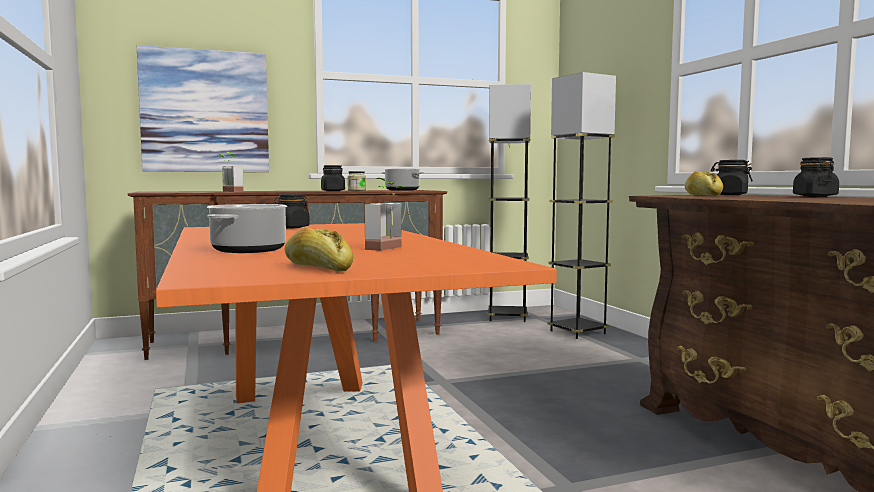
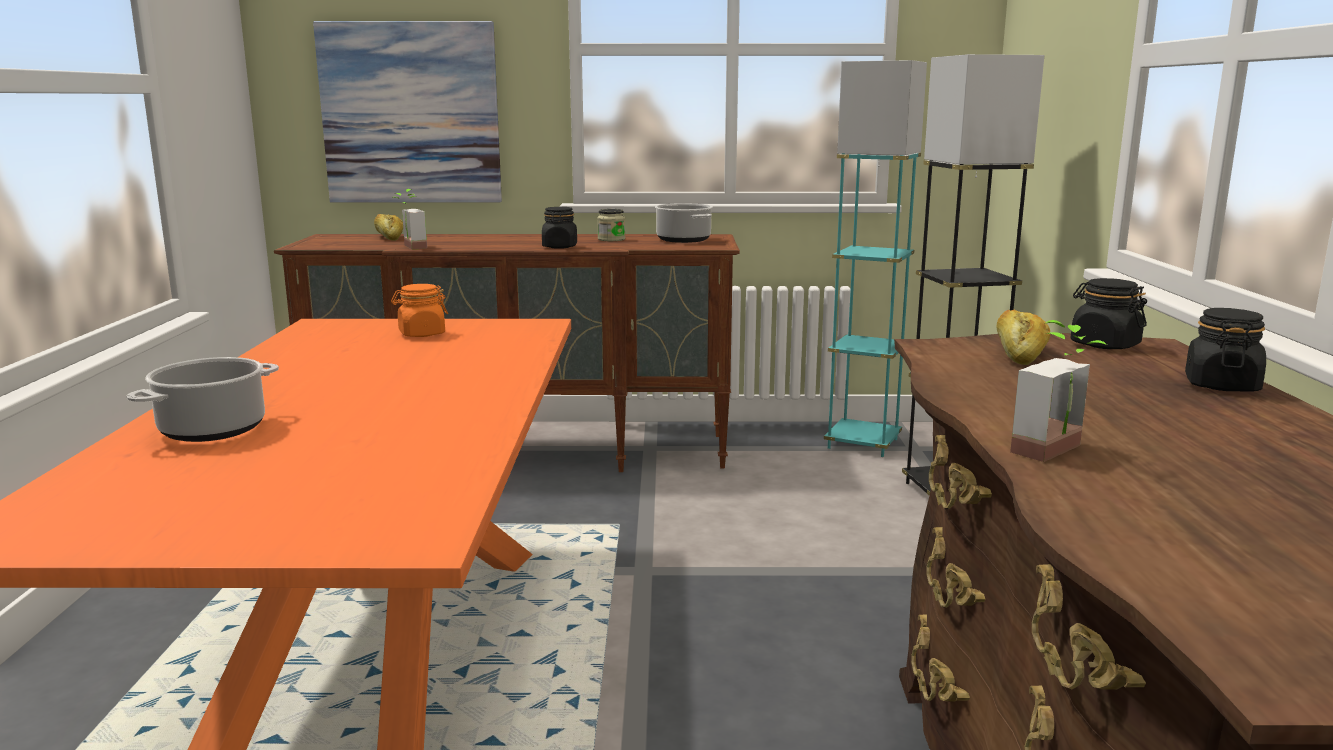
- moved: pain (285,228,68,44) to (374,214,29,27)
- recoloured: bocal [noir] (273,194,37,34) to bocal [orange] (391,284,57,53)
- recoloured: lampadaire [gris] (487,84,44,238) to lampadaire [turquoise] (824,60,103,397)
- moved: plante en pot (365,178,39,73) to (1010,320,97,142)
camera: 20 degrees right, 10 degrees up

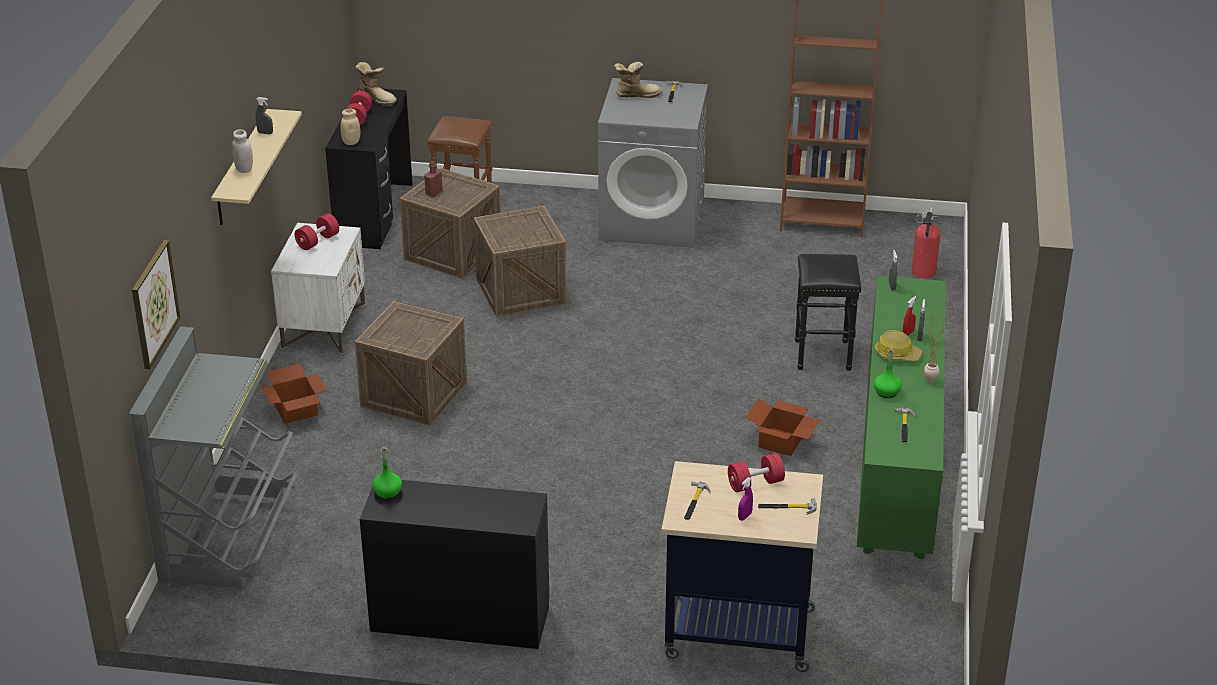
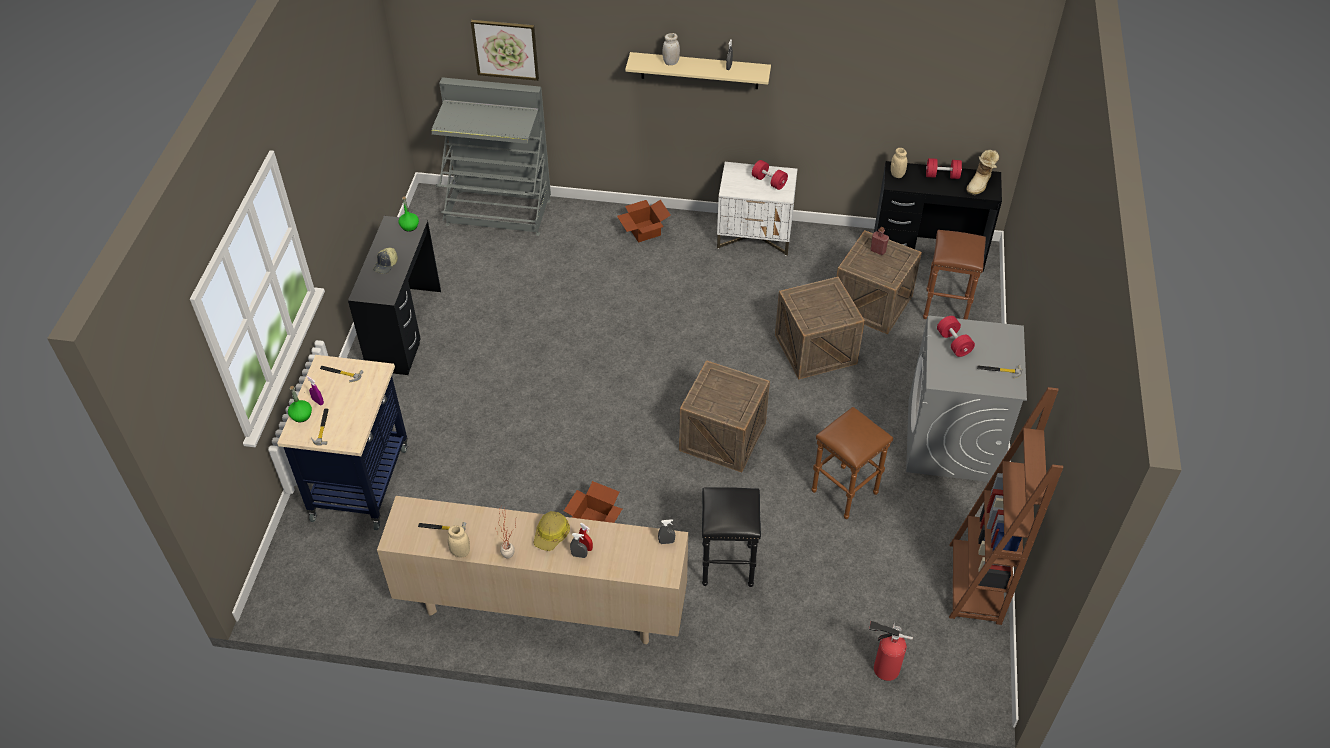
- moved: bouteille [vert] (874,348,28,50) to (288,386,24,36)
- added: casquette (373,248,25,26)
- recoloured: meuble de rangement [vert] (857,276,89,283) to meuble de rangement [beige] (377,496,311,148)
- added: bocal [beige] (448,525,22,33)
- moved: caisse (355,301,112,125) to (679,360,91,112)
- added: tabouret [marron] (812,407,81,112)
- moved: haltère [rouge] (728,453,57,39) to (937,316,38,41)
- removed: botte (614,62,48,36)
camera: 90 degrees right, 15 degrees up

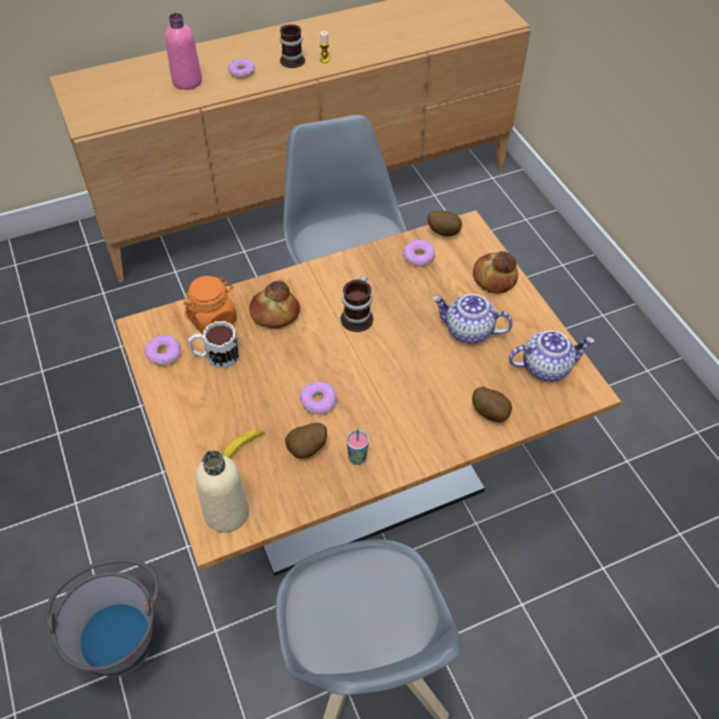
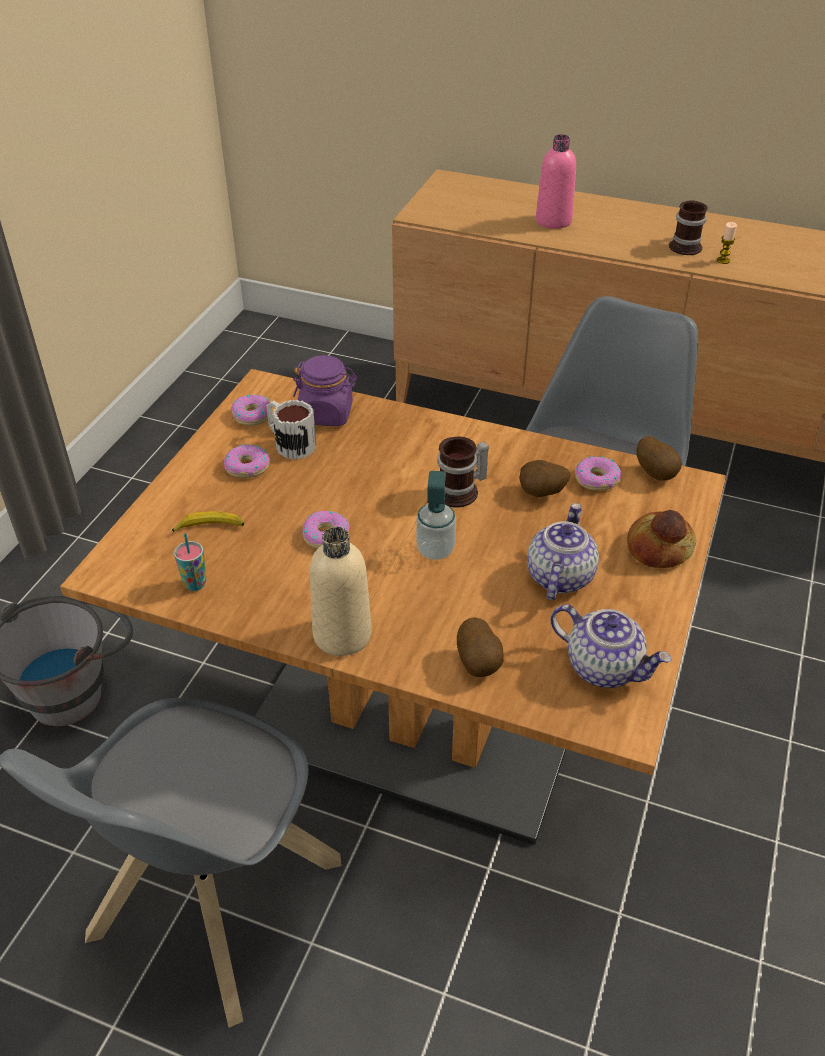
- moved: tasse (346,429,23,36) to (174,533,33,58)
- moved: beignet (228,58,27,21) to (224,444,46,34)
- recoloured: bocal [orange] (184,276,53,59) to bocal [violet] (293,355,64,71)
- moved: bouteille [beige] (195,450,54,83) to (310,527,62,129)
- added: distributeur de savon (416,471,40,89)
- moved: pomme de terre (285,423,42,36) to (519,460,51,37)
- turned: théière (433,294,80,50) = (527,503,72,97) 45 degrees clockwise
- removed: pain (249,281,51,47)
camera: 45 degrees right, 10 degrees down

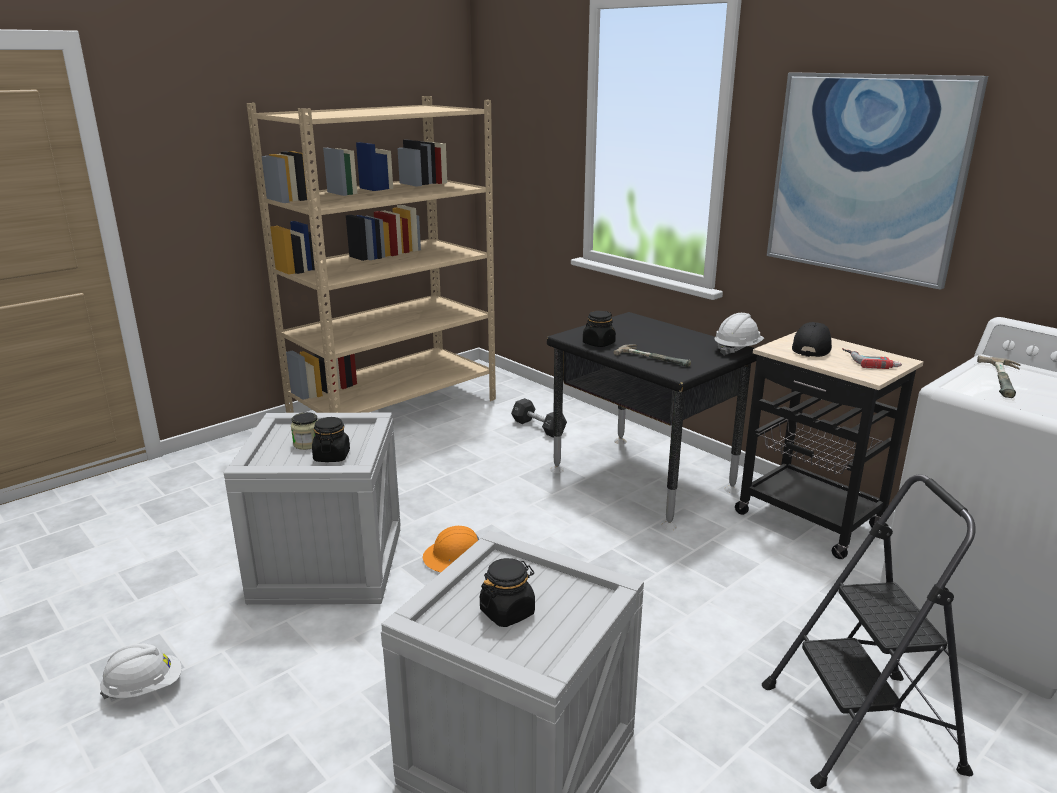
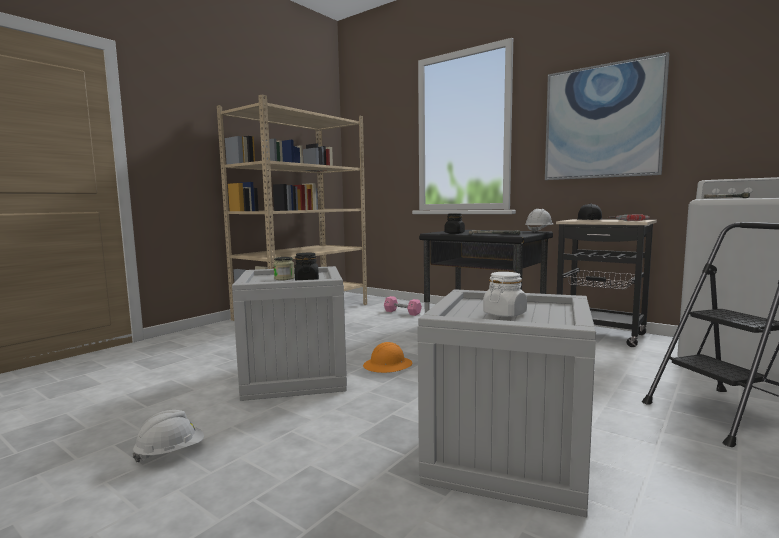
- recoloured: haltère [noir] (511,398,56,40) to haltère [rose] (384,296,38,20)
- recoloured: bocal [noir] (480,558,55,69) to bocal [blanc] (483,272,44,45)
camera: 10 degrees left, 15 degrees down

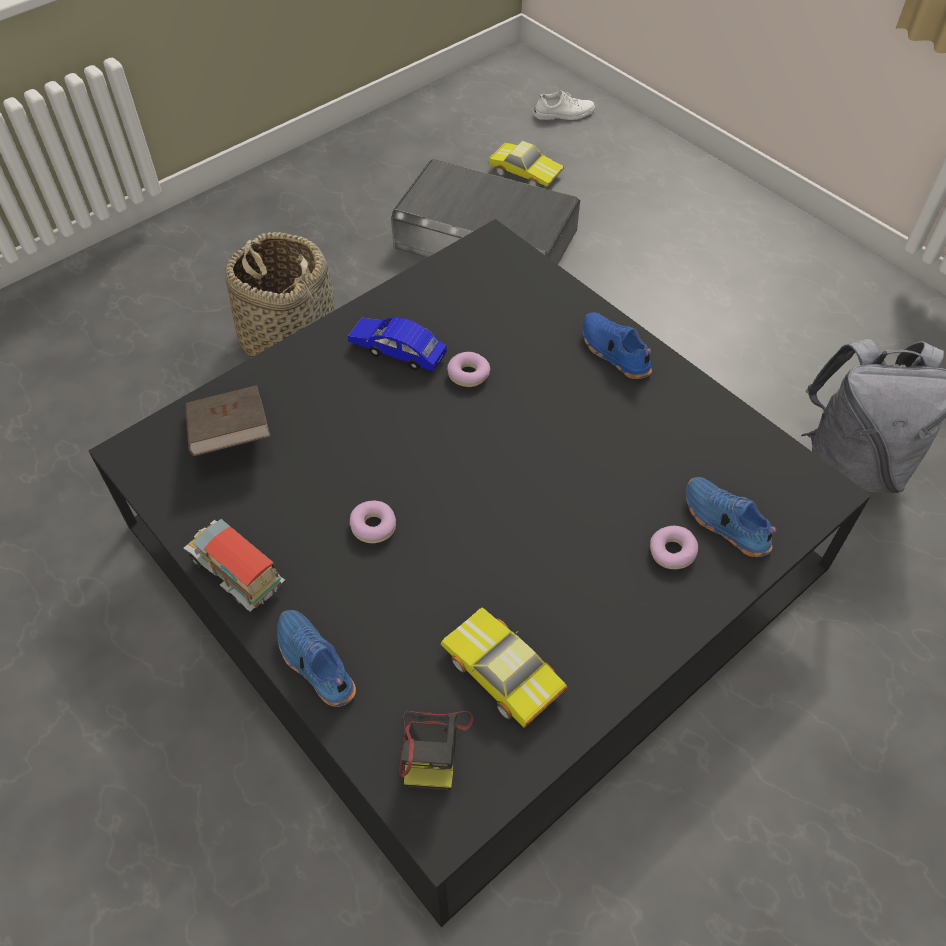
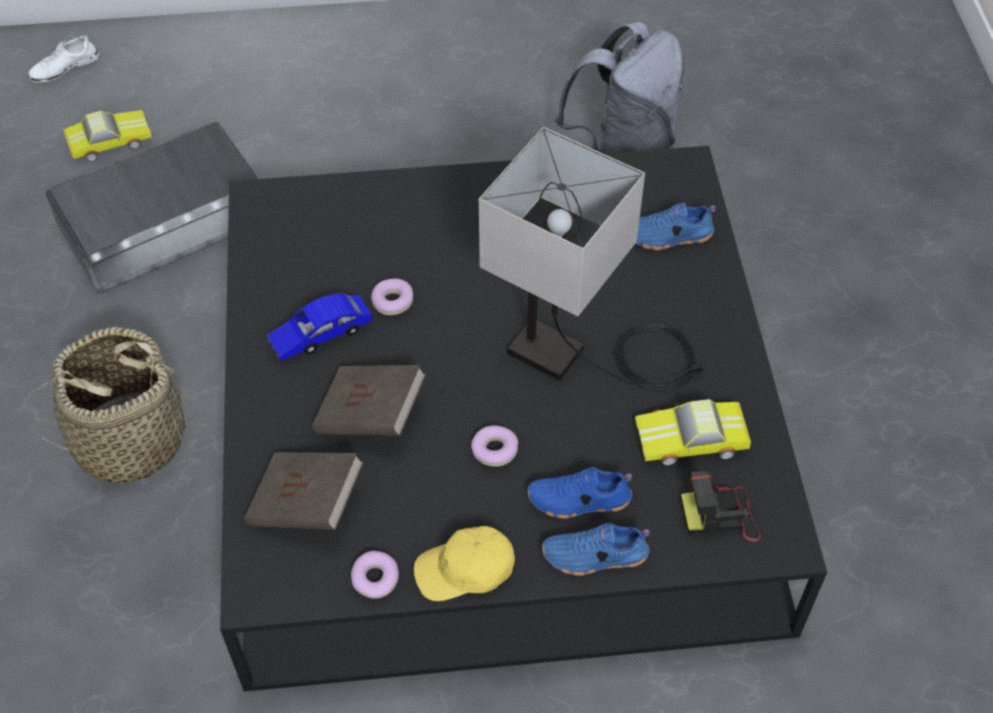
- turned: chaussure [blanc] (534,91,61,29) = (28,35,71,48) 150 degrees counterclockwise
- added: livre [marron] (312,365,114,71)
- moved: beignet (650,526,48,43) to (351,551,48,48)
- replaced: camion jouet (183,519,102,93) to casquette [jaune] (414,526,101,75)
- added: lampe de table (479,127,224,264)
- moved: chaussure [bleu] (583,312,69,67) to (527,467,105,52)
- turned: appareil photo (399,711,74,79) = (681,471,80,70) 135 degrees clockwise
camera: 55 degrees left, 0 degrees up

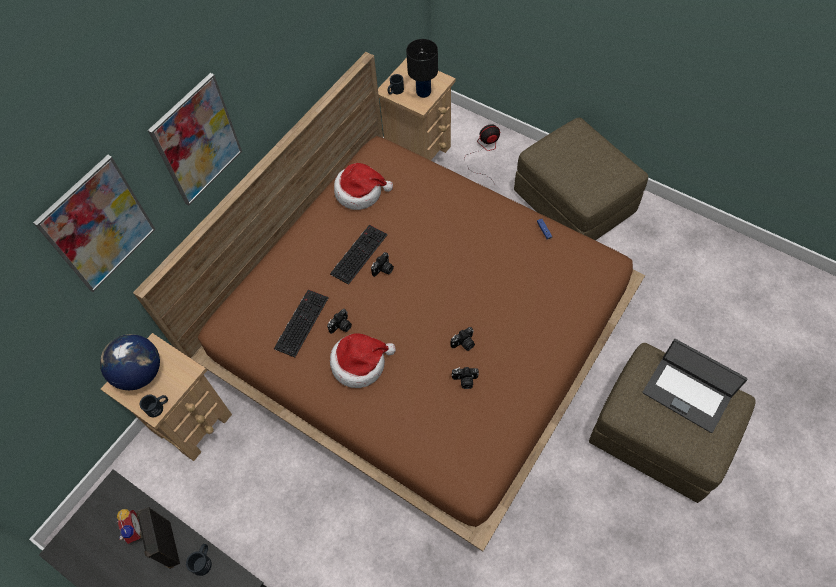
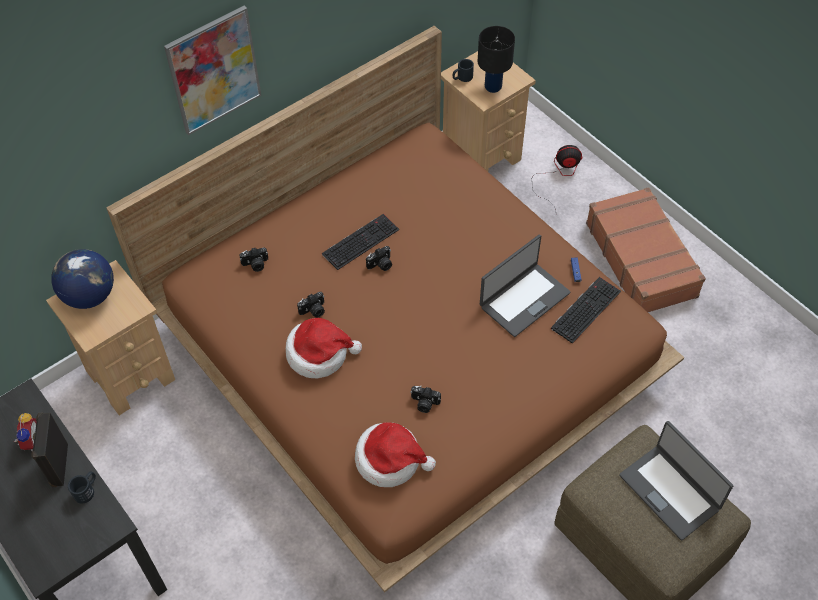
- moved: appareil photo (451,327,24,24) to (239,248,29,24)
- moved: chapeau (334,163,59,47) to (355,422,81,65)
- added: ordinateur portable (480,235,90,102)
- moved: clavier (274,289,55,68) to (551,277,70,67)
- replaced: pouf [marron] (514,118,134,122) to valise [marron] (586,187,120,125)
- removed: tableau (33,155,123,137)
- removed: mug [noir] (140,395,28,22)
camera: 15 degrees right, 5 degrees down

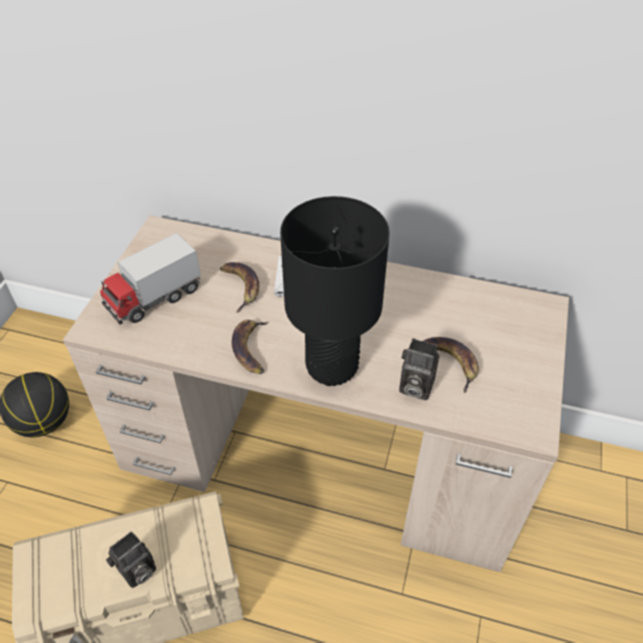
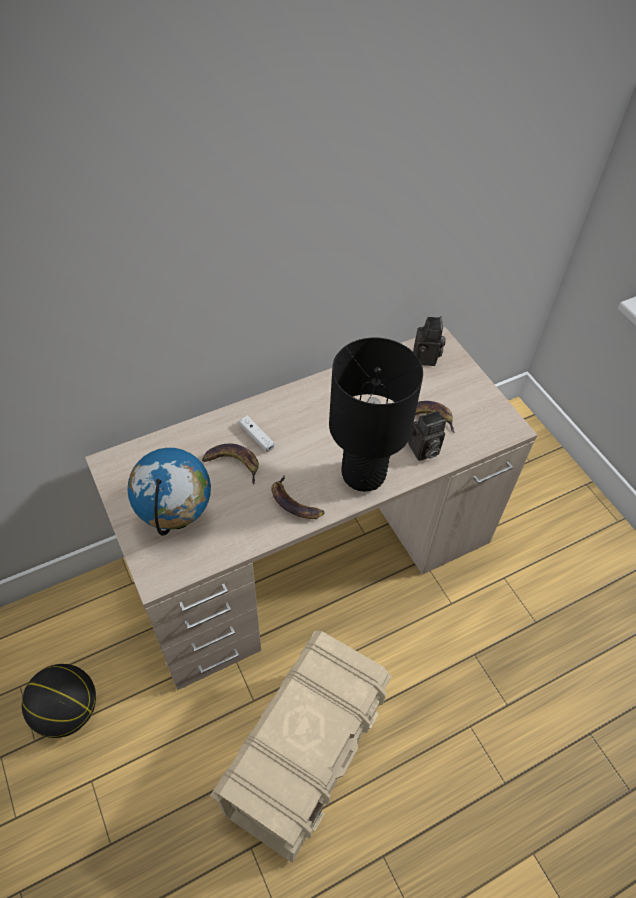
- replaced: camion jouet (100,233,101,92) to globe (127,448,84,87)
- moved: appareil photo (106,532,50,56) to (413,316,33,50)
camera: 45 degrees left, 5 degrees up

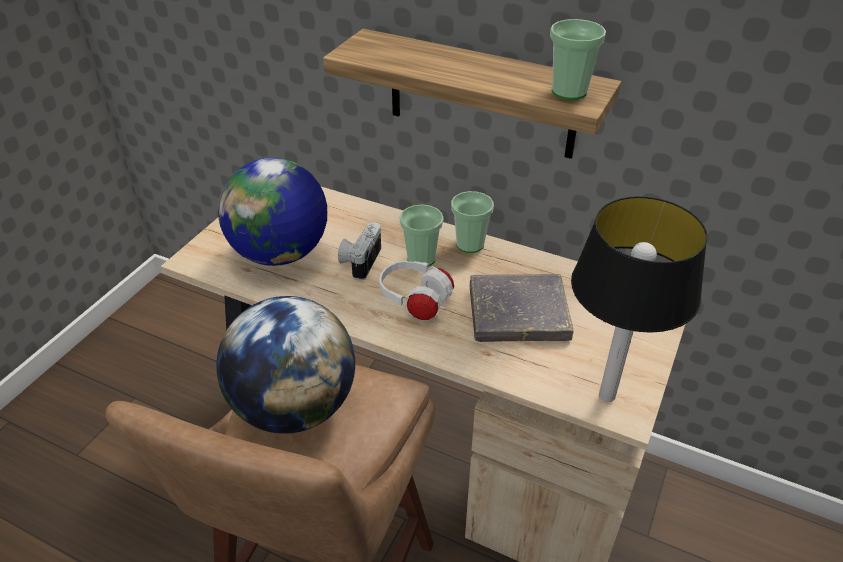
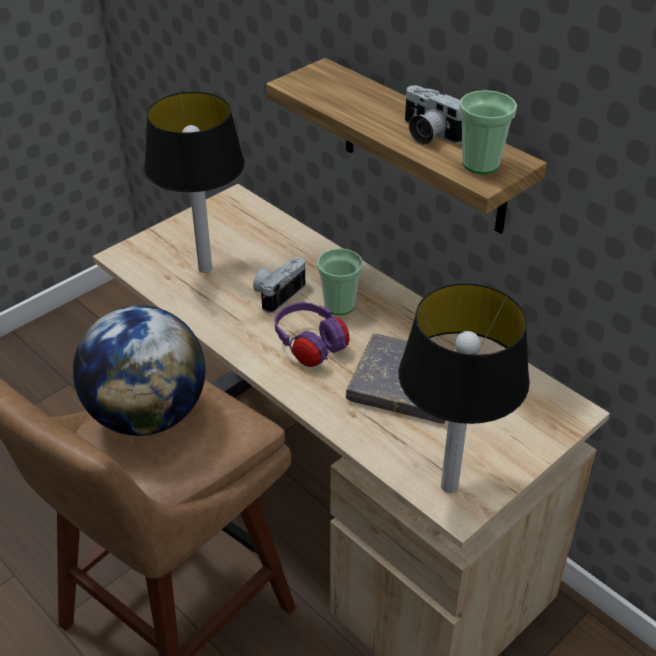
- replaced: globe (218,158,109,108) to lampe de table (144,92,101,181)
- recoloured: casque audio [blanc] (379,261,77,59) to casque audio [violet] (275,302,74,65)
- added: appareil photo (405,85,57,60)
- removed: tasse (451,191,43,62)
camera: 20 degrees right, 0 degrees up

